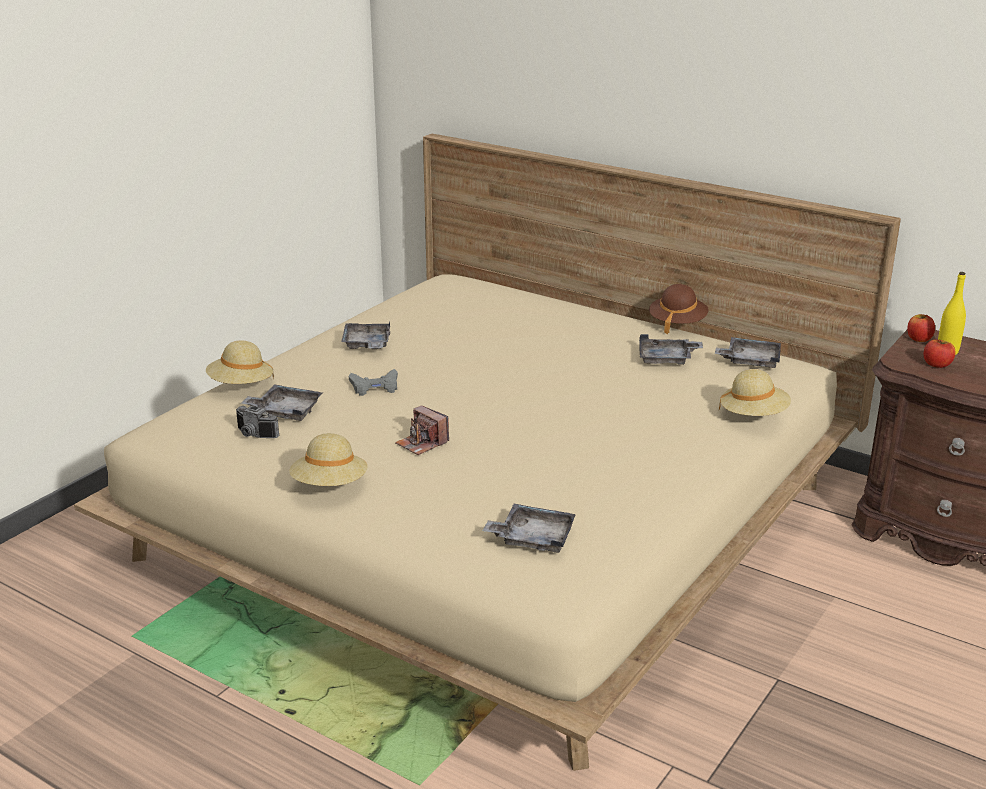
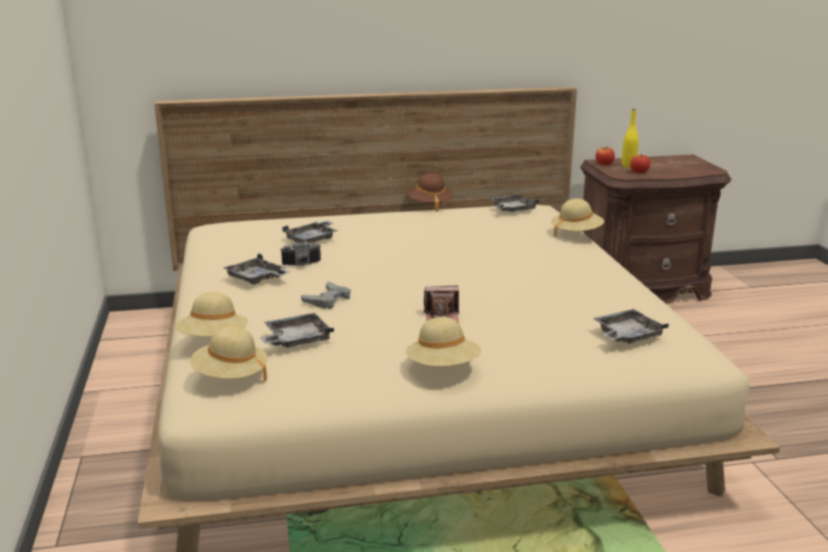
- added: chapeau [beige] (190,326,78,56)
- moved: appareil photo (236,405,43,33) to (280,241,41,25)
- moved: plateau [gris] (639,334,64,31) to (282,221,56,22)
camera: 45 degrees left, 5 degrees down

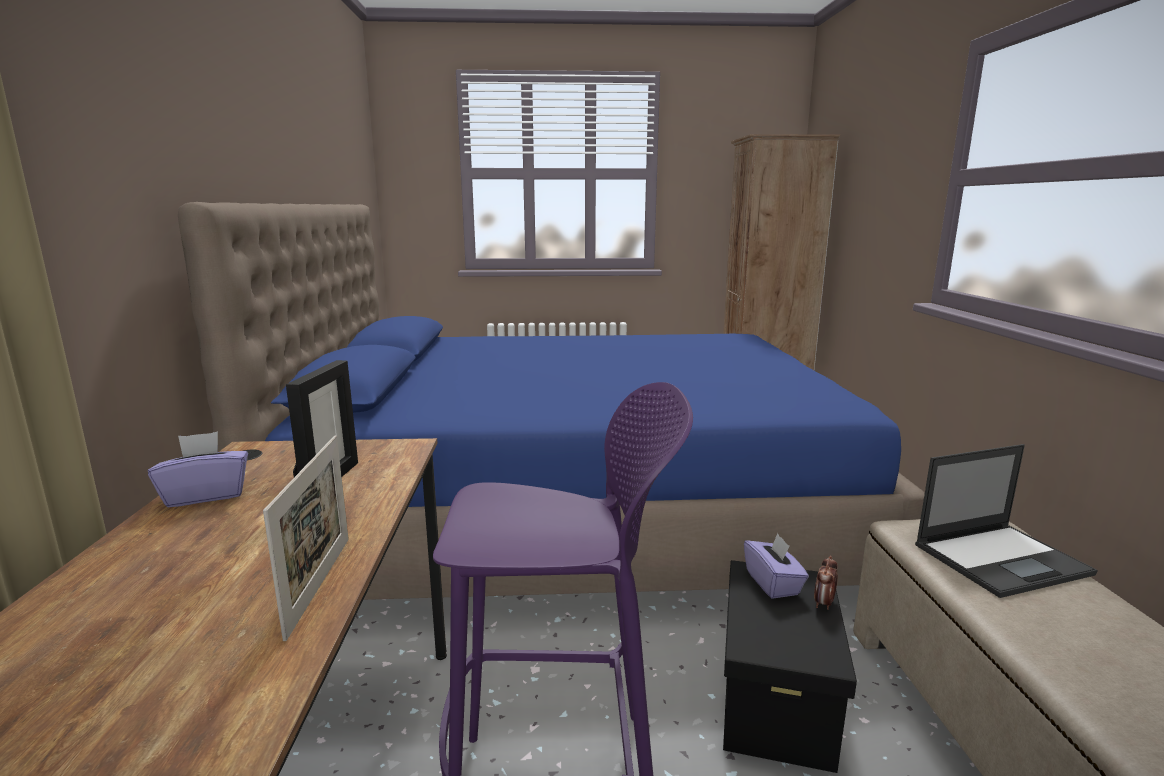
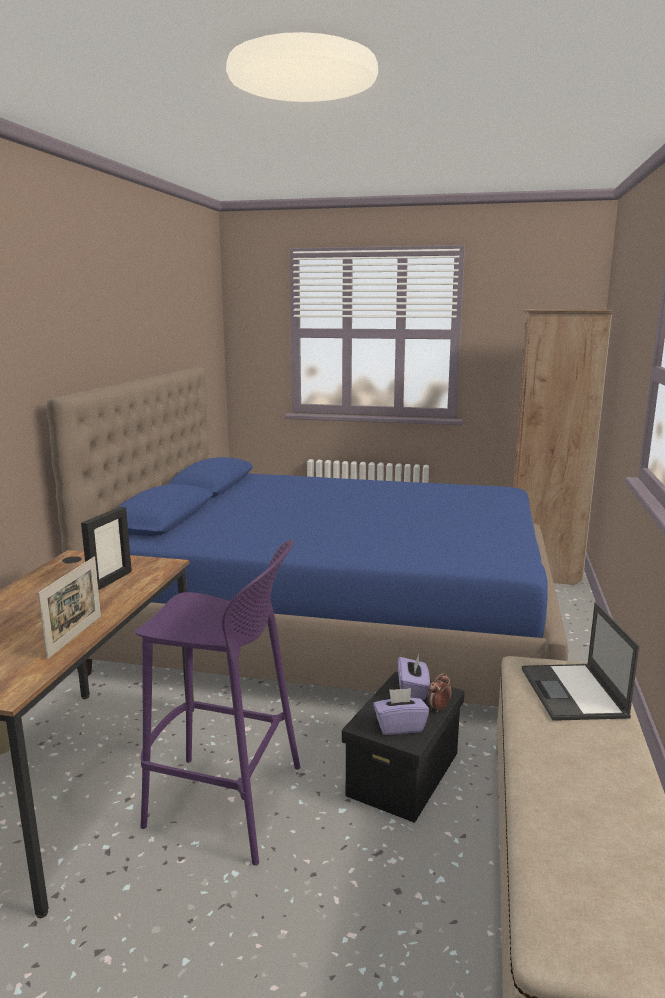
- moved: boîte à mouchoirs [violet] (148,432,100,75) to (373,688,57,47)
- turned: ordinateur portable (915,444,183,154) = (522,602,117,119) 90 degrees clockwise
camera: 15 degrees right, 0 degrees up

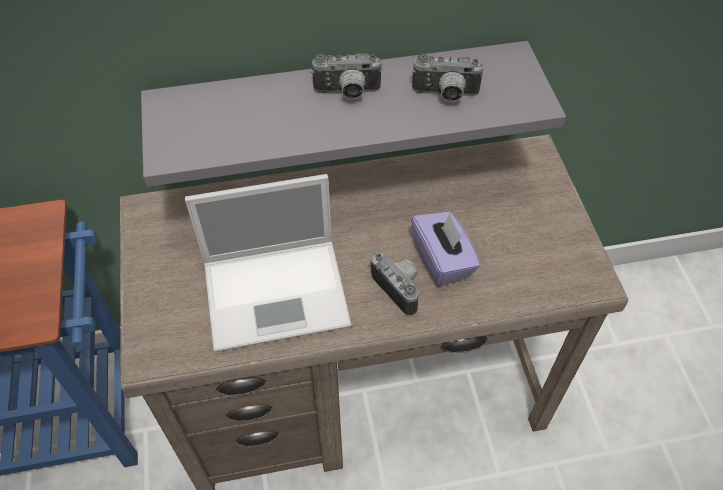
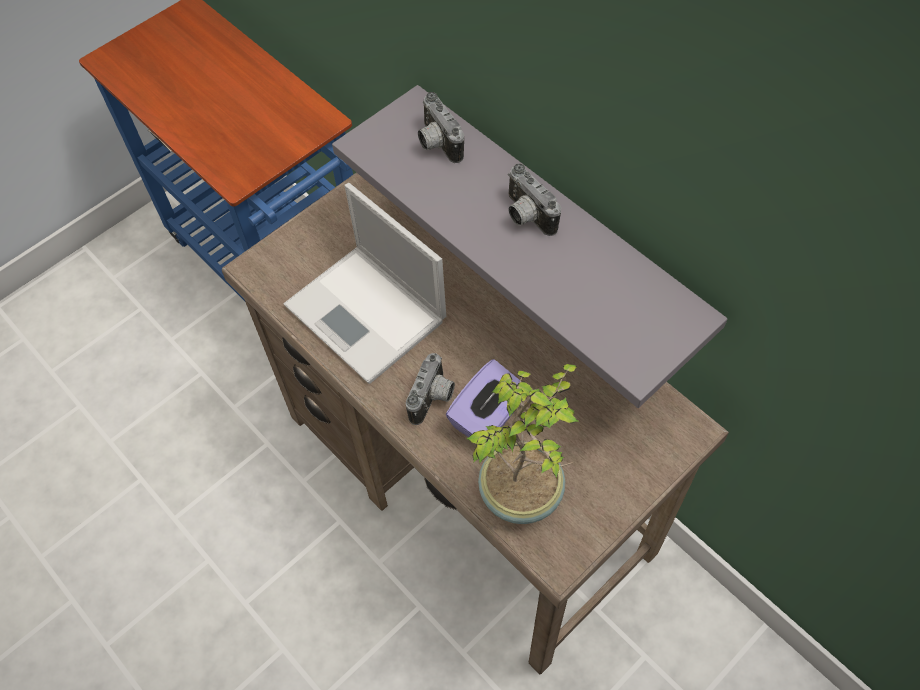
- moved: appareil photo (412,54,72,48) to (418,92,46,71)
- added: plante en pot (466,364,114,160)
camera: 60 degrees right, 5 degrees up

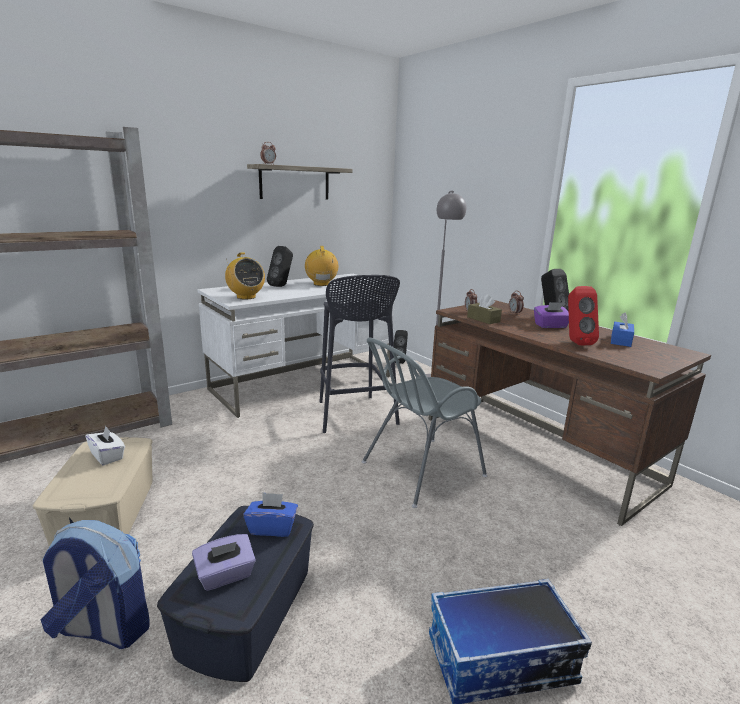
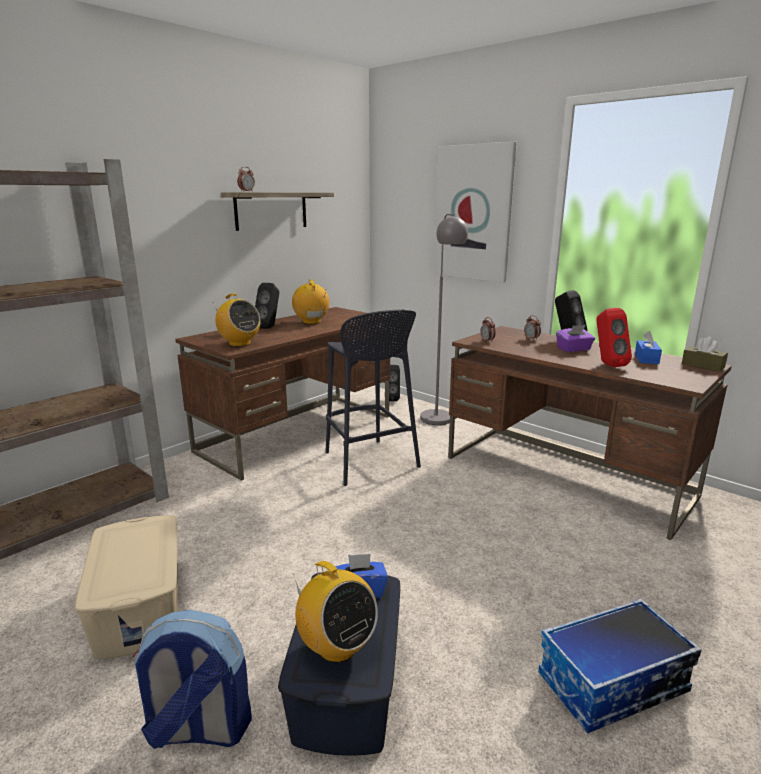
- recoloured: bureau [blanc] (197,274,198,144) to bureau [marron] (175,307,215,173)
- replaced: boîte à mouchoirs [violet] (192,534,64,57) to radio (292,561,86,102)
- added: tableau (434,141,83,142)
- moved: boîte à mouchoirs [marron] (467,294,35,30) to (682,337,46,35)
- removed: boîte à mouchoirs [blanc] (85,425,40,41)
- removed: chaise [gris] (361,337,126,171)
camera: 10 degrees left, 0 degrees up

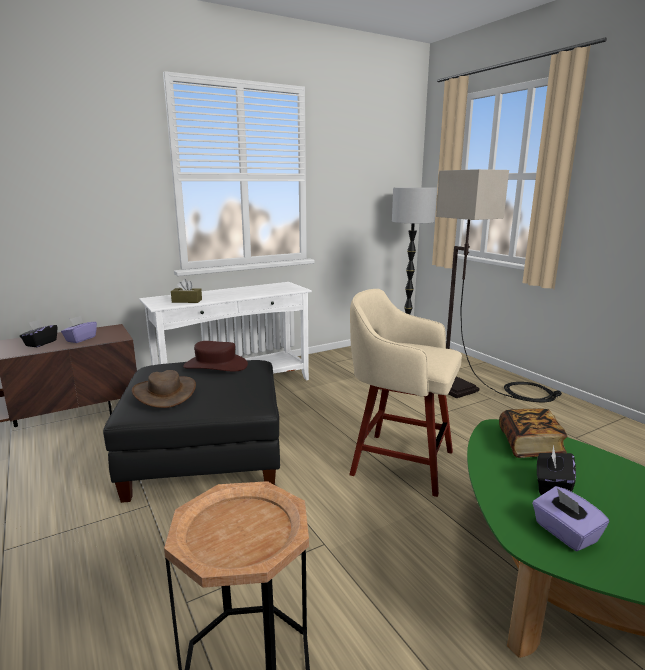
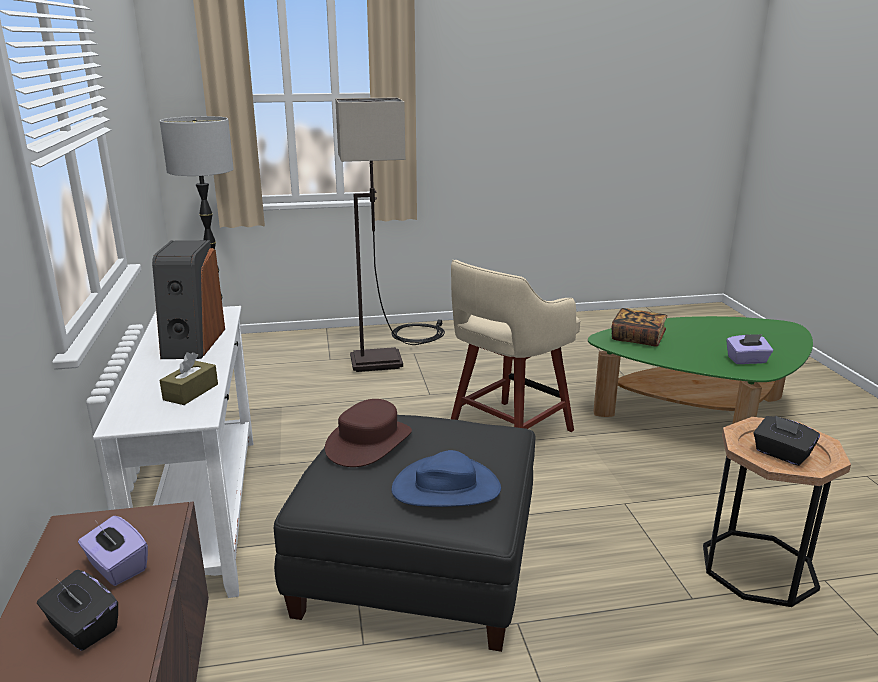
- added: enceinte (152,240,73,119)
- recoloured: chapeau [marron] (132,370,64,38) to chapeau [bleu] (392,450,109,57)
- moved: boîte à mouchoirs [noir] (537,445,39,50) to (754,416,66,50)
camera: 70 degrees left, 5 degrees up

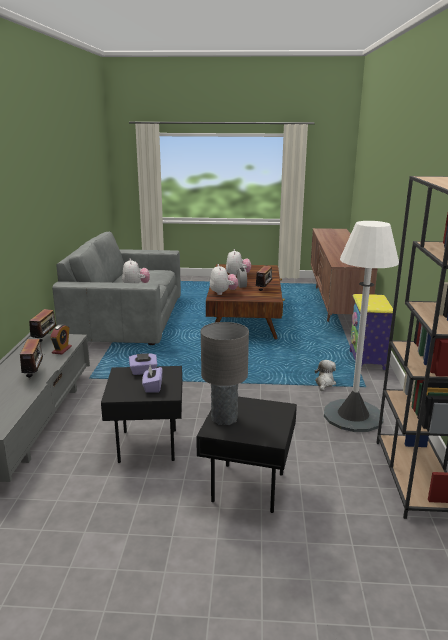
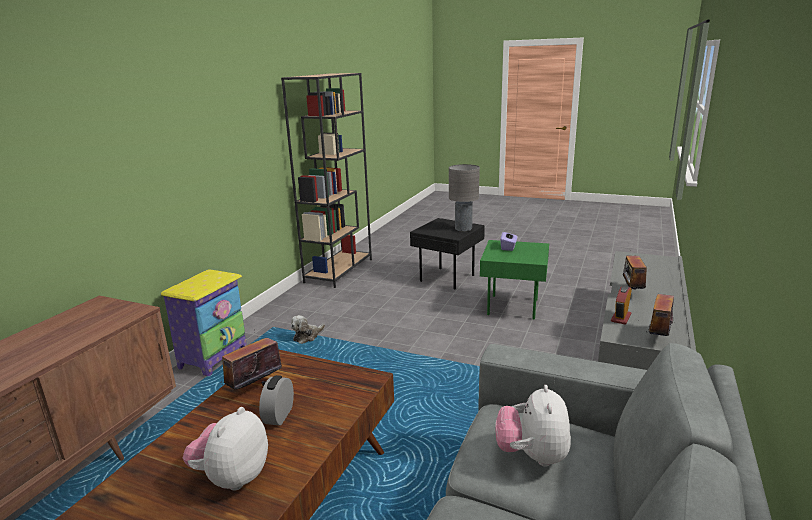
- recoloured: table d'appoint [noir] (101,366,81,97) to table d'appoint [vert] (480,240,69,80)
- removed: boîte à mouchoirs [violet] (129,353,28,22)
- removed: peluche (210,264,28,31)
- removed: lampadaire [blanc] (324,221,75,211)
camera: 160 degrees left, 0 degrees up

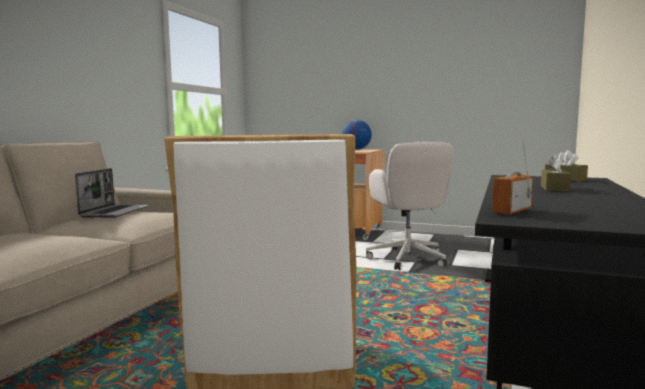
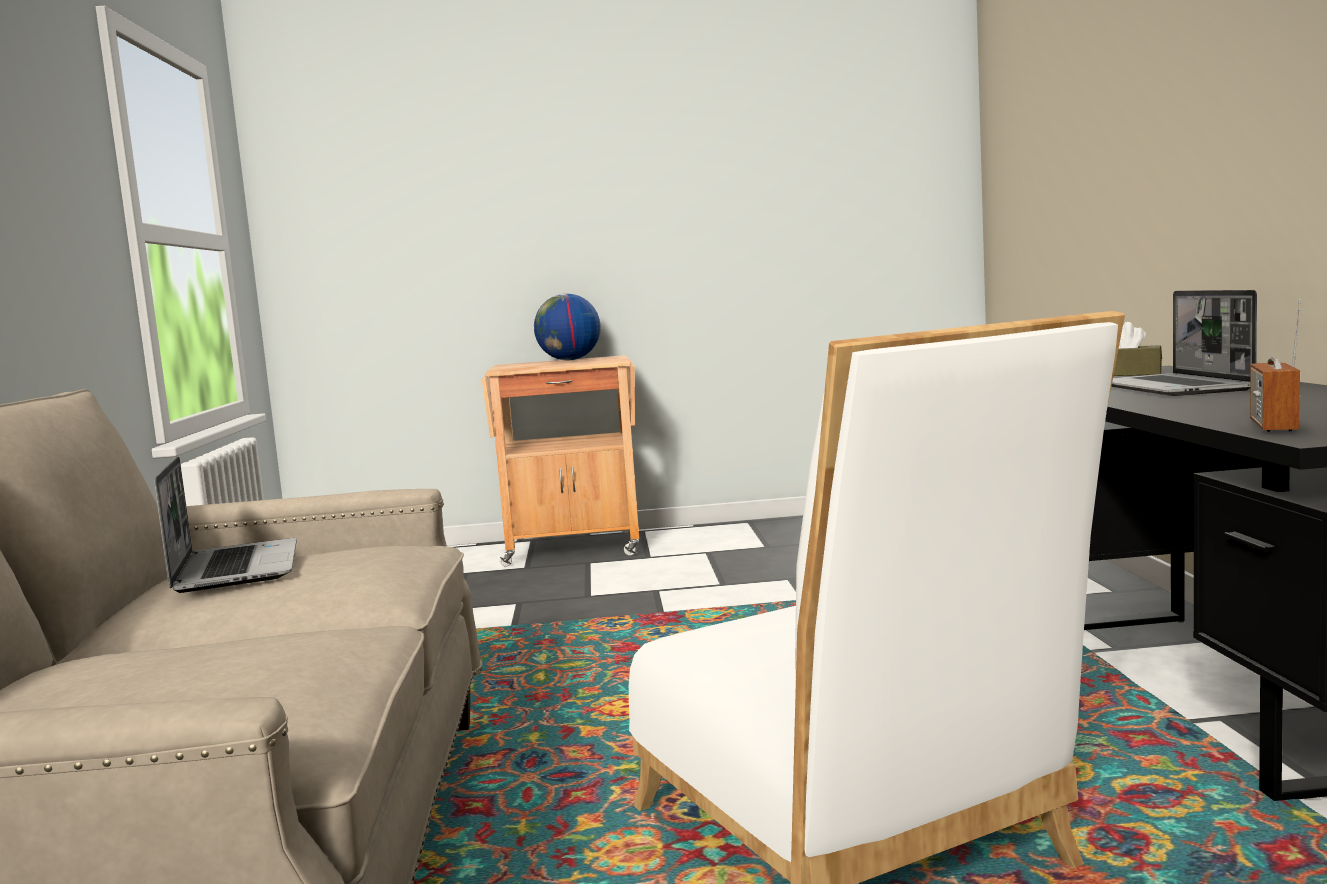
- replaced: boîte à mouchoirs [marron] (541,155,30,36) to ordinateur portable (1111,290,146,106)
- removed: chaise de bureau [blanc] (366,141,88,129)
camera: 25 degrees left, 0 degrees up

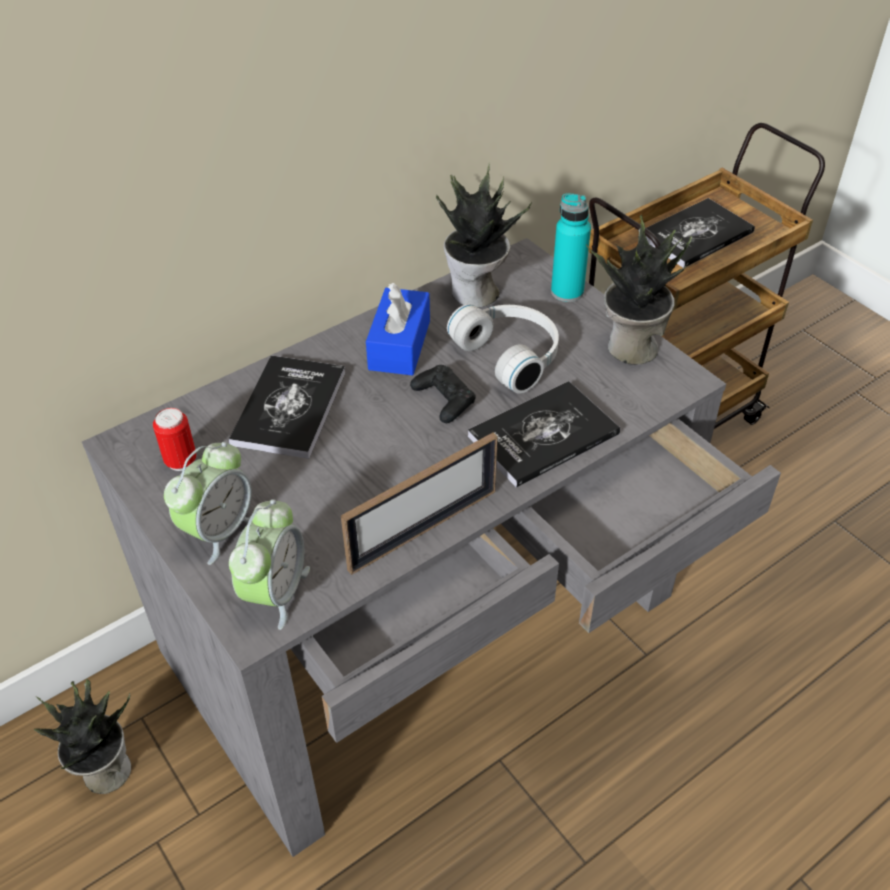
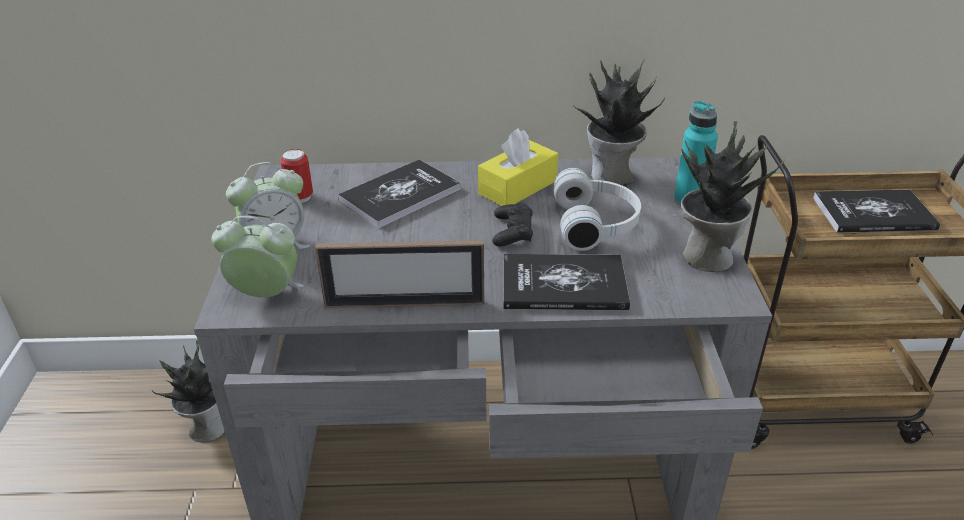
- turned: réveil (229,499,81,131) = (211,216,93,82) 135 degrees counterclockwise
- recoloured: boîte à mouchoirs [bleu] (366,283,64,93) to boîte à mouchoirs [jaune] (478,128,80,78)
camera: 35 degrees right, 10 degrees down

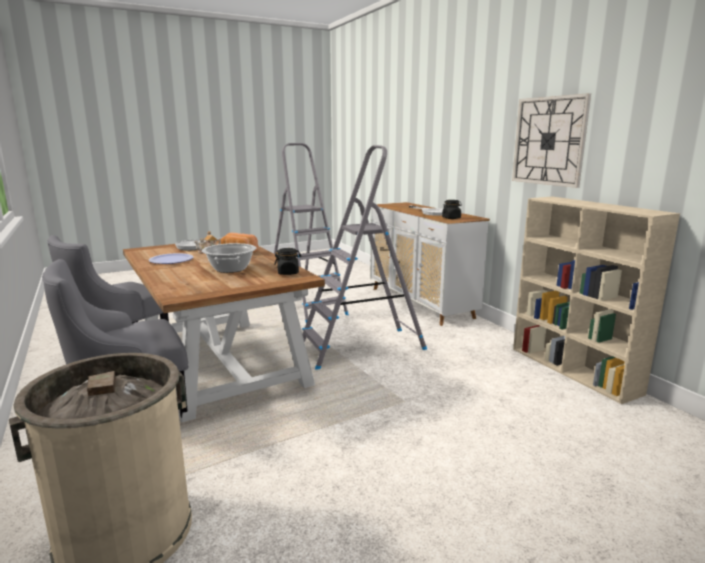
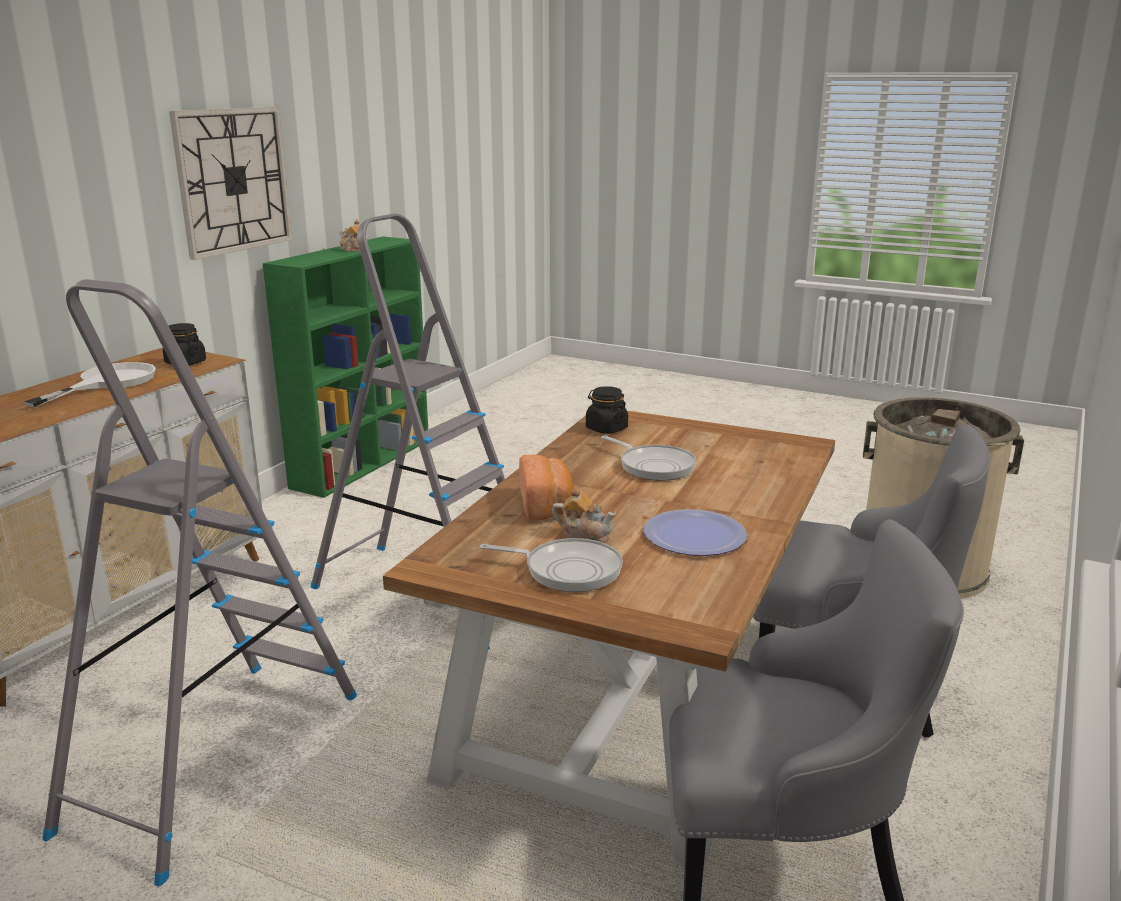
- recoloured: bibliothèque [beige] (513,196,167,208) to bibliothèque [vert] (263,237,165,261)
- added: théière (339,219,29,33)
- replaced: marmite (202,243,54,30) to poêle (601,435,96,46)
camera: 125 degrees left, 5 degrees up

